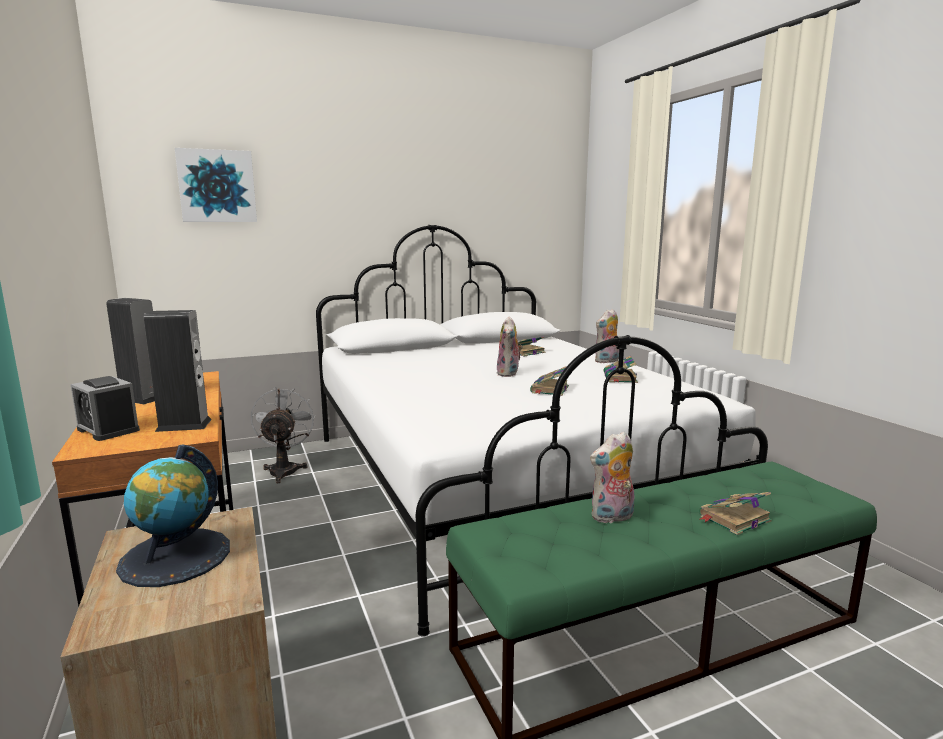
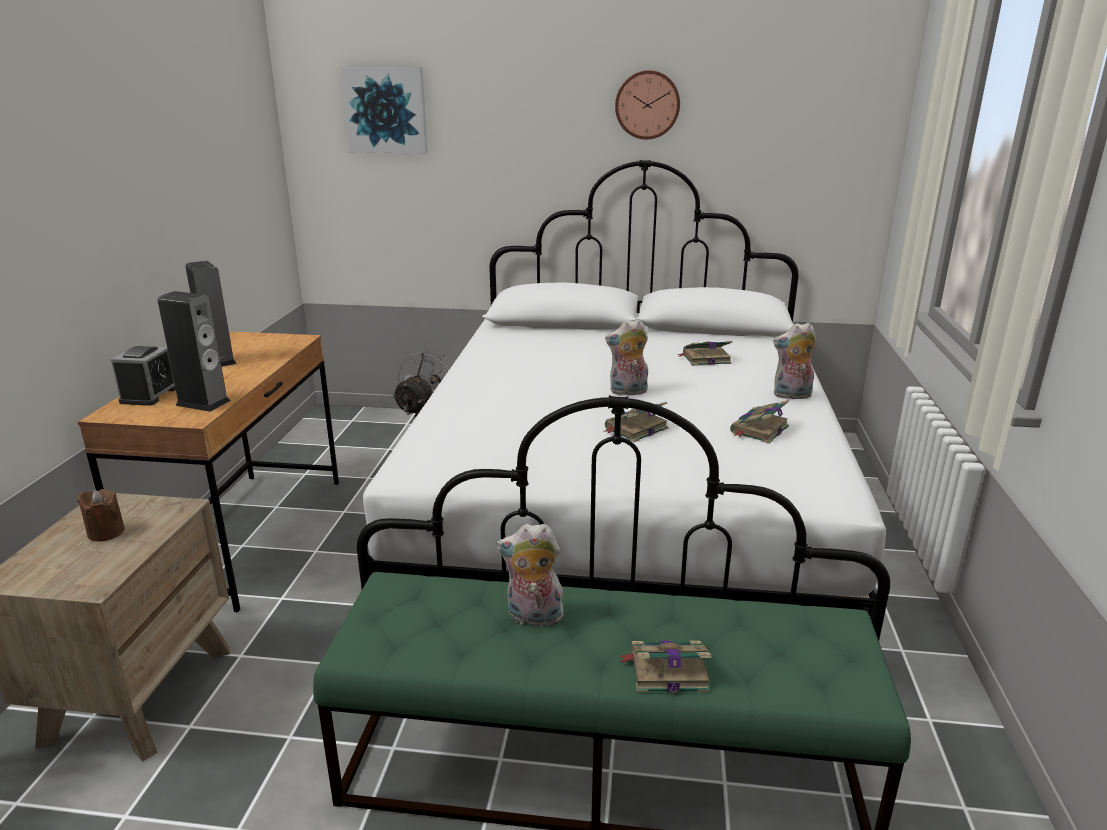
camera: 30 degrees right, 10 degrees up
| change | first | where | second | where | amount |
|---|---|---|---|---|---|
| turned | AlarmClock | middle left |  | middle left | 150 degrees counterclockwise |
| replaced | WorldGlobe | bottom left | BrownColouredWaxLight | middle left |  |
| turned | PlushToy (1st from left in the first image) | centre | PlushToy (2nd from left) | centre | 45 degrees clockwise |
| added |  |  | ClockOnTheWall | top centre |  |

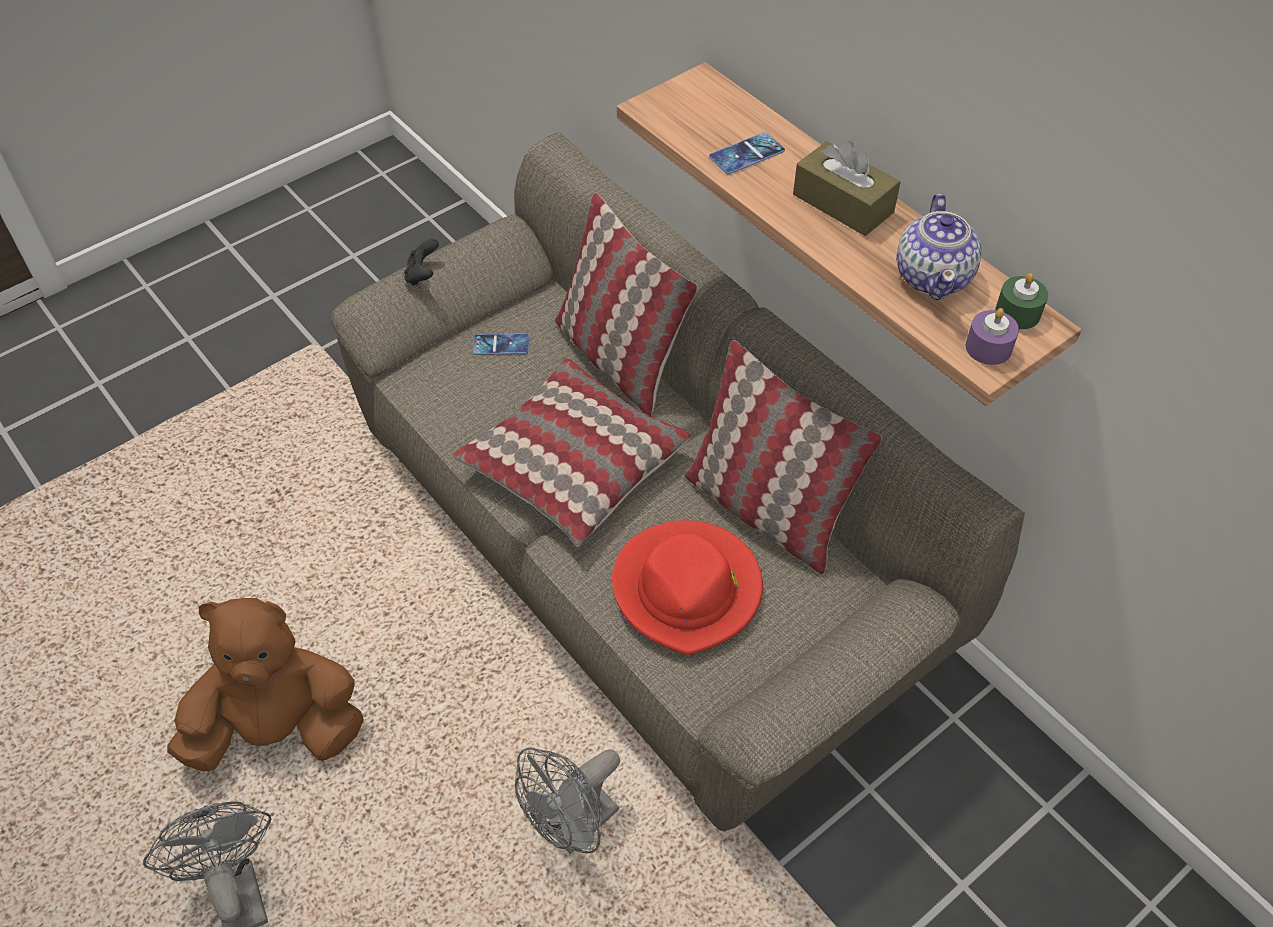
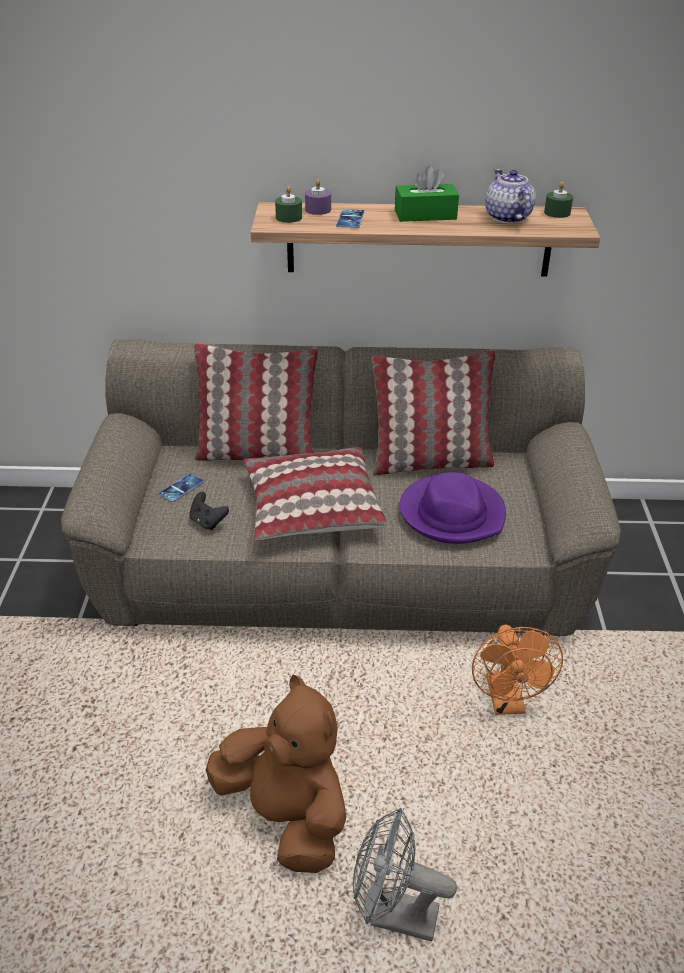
camera: 50 degrees left, 15 degrees down
| change | first | where | second | where | amount |
|---|---|---|---|---|---|
| turned | BrownColouredPlushToy | bottom left |  | bottom centre | 105 degrees clockwise |
| moved | BlackishJoypad | top left |  | middle left |  |
| recoloured | GreyCoolingFan (2nd from left) | bottom centre | OrangeCoolingFan | bottom right |  |
| recoloured | RedColouredWearableHat | centre | PurpleWearableHat | centre |  |
| recoloured | BrownColouredTissueHolder | top centre | GreenishTissueHolder | top centre |  |
| turned | Teapot | top right |  | top right | 150 degrees counterclockwise |
| moved | PurpleWaxLight | middle right |  | top centre |  |
| added |  |  | GreenishWaxLight (1st from left) | top centre |  |

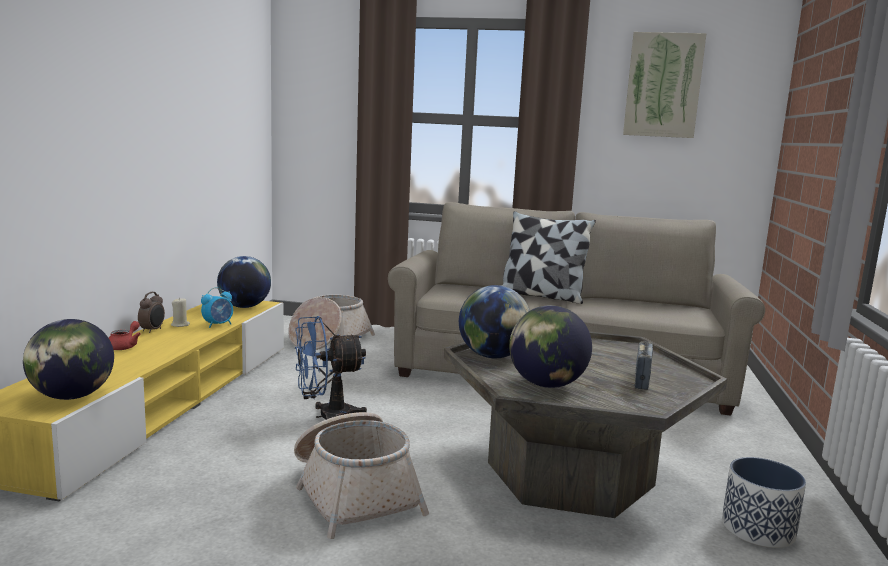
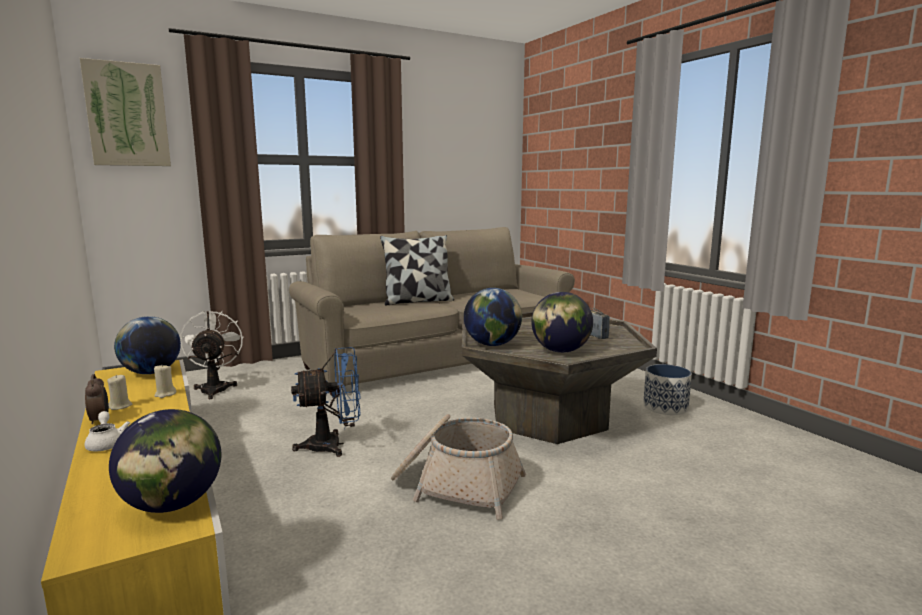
camera: 40 degrees left, 0 degrees up
| change | first | where | second | where | amount |
|---|---|---|---|---|---|
| recoloured | RedColouredTeapot | middle left | WhiteColouredTeapot | bottom left |  |
| replaced | AlarmClock (2nd from left) | middle left | BeigeColouredWaxLight (2nd from left) | middle left |  |
| replaced | Basket (1st from left) | centre | WhiteColouredCoolingFan | middle left |  |
| turned | BlueCoolingFan | centre |  | centre | 135 degrees counterclockwise |
| moved | WallPicture | top right |  | top left |  |

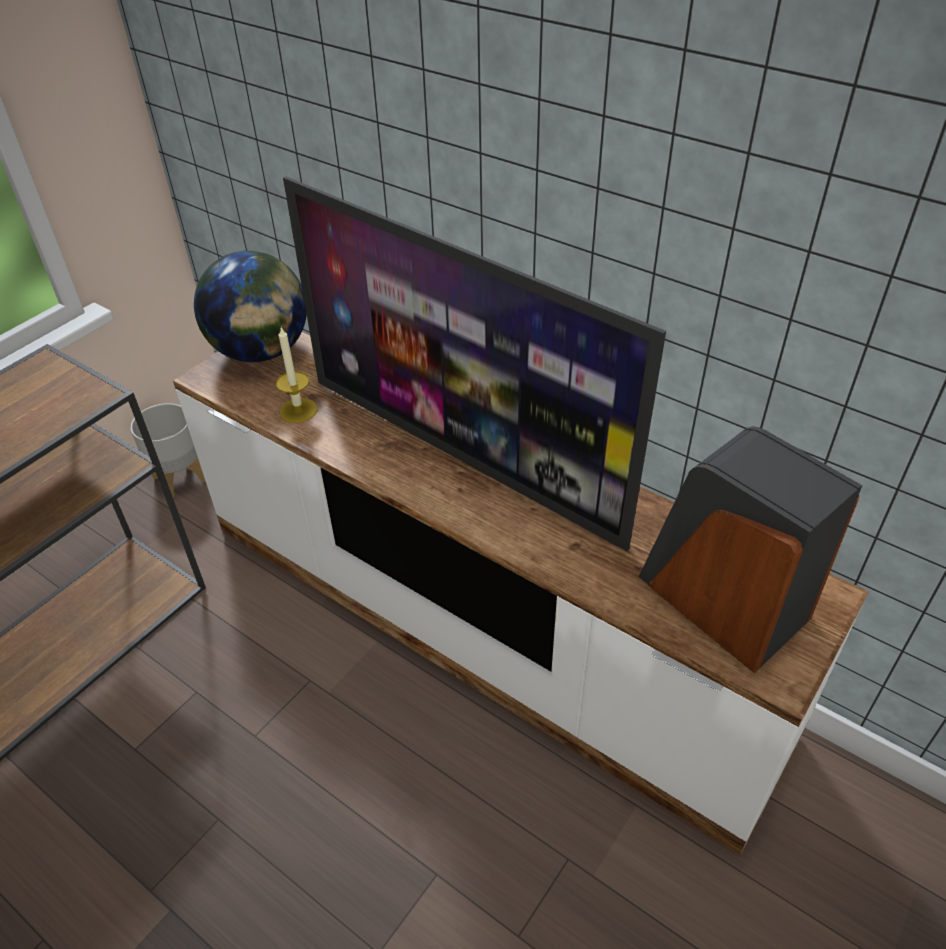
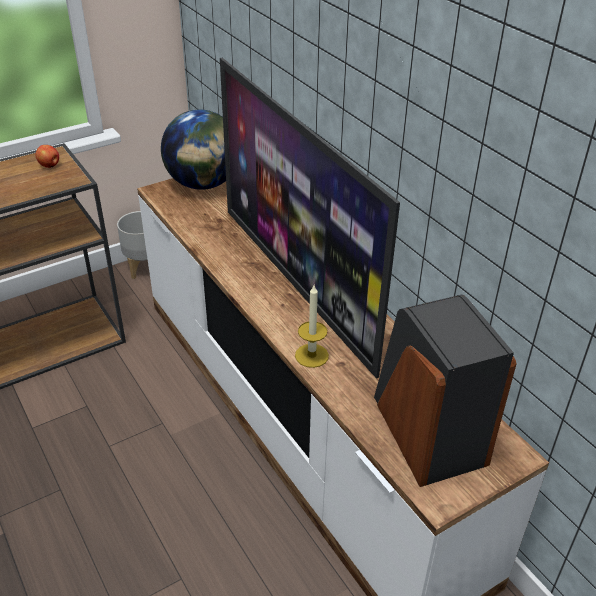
camera: 20 degrees right, 5 degrees down
| change | first | where | second | where | amount |
|---|---|---|---|---|---|
| moved | WaxLight | middle left |  | centre |  |
| added |  |  | AppleFruit | top left |  |

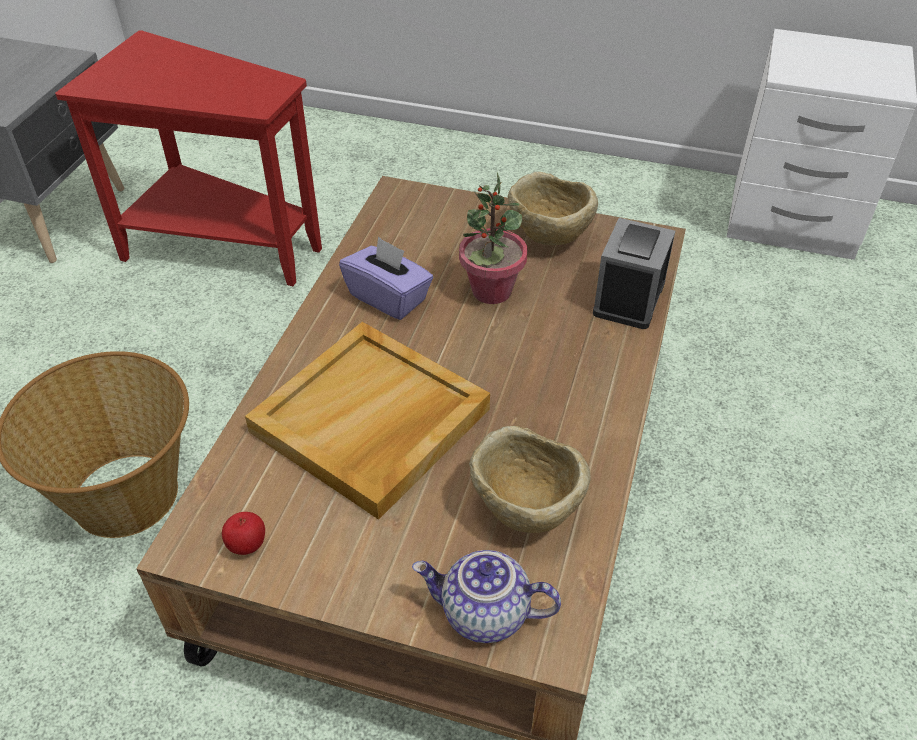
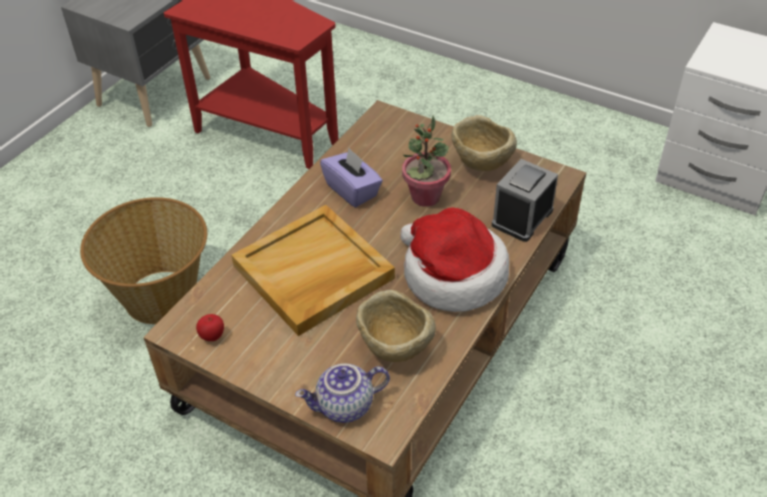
camera: 15 degrees right, 0 degrees up
| change | first | where | second | where | amount |
|---|---|---|---|---|---|
| turned | Teapot | bottom centre |  | bottom centre | 45 degrees counterclockwise |
| added |  |  | WearableHat | centre |  |

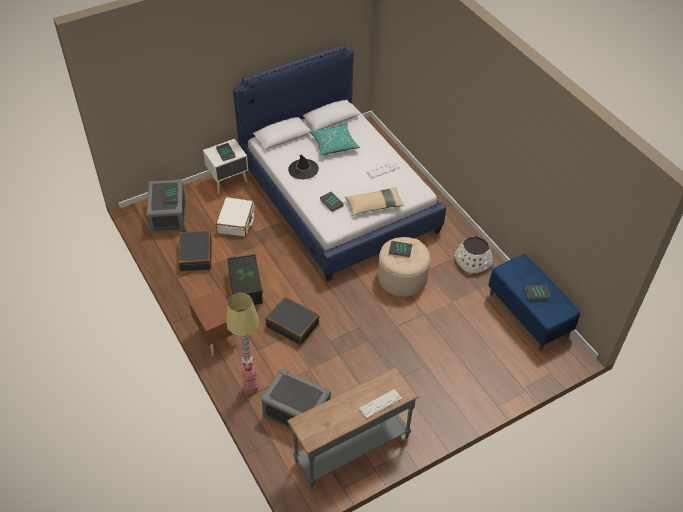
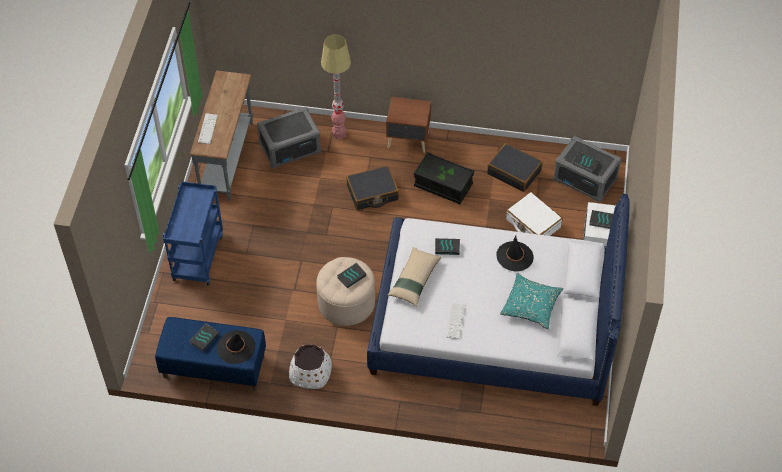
camera: 130 degrees right, 5 degrees up
| change | first | where | second | where | amount |
|---|---|---|---|---|---|
| added |  |  | BlueCart | middle left |  |
| added |  |  | BlackishWearableHat (1st from left) | bottom left |  |

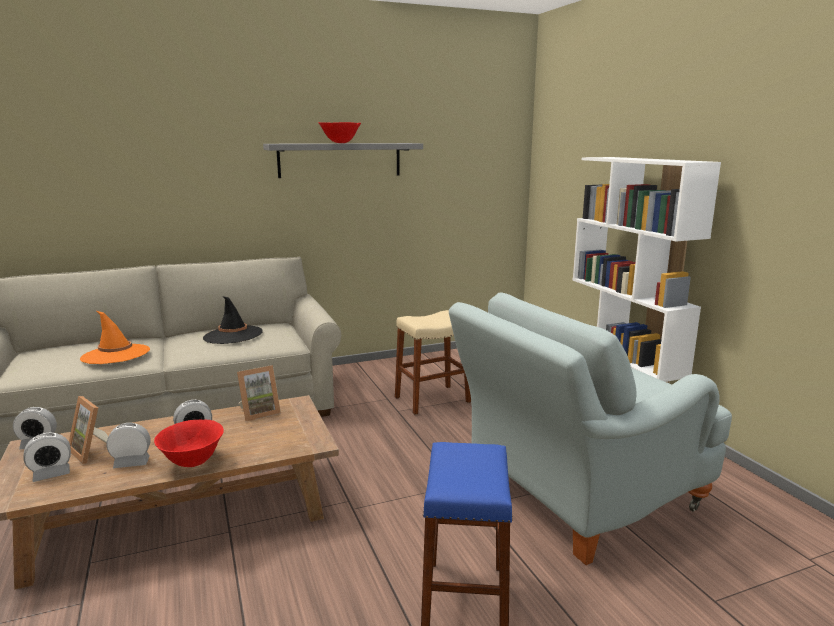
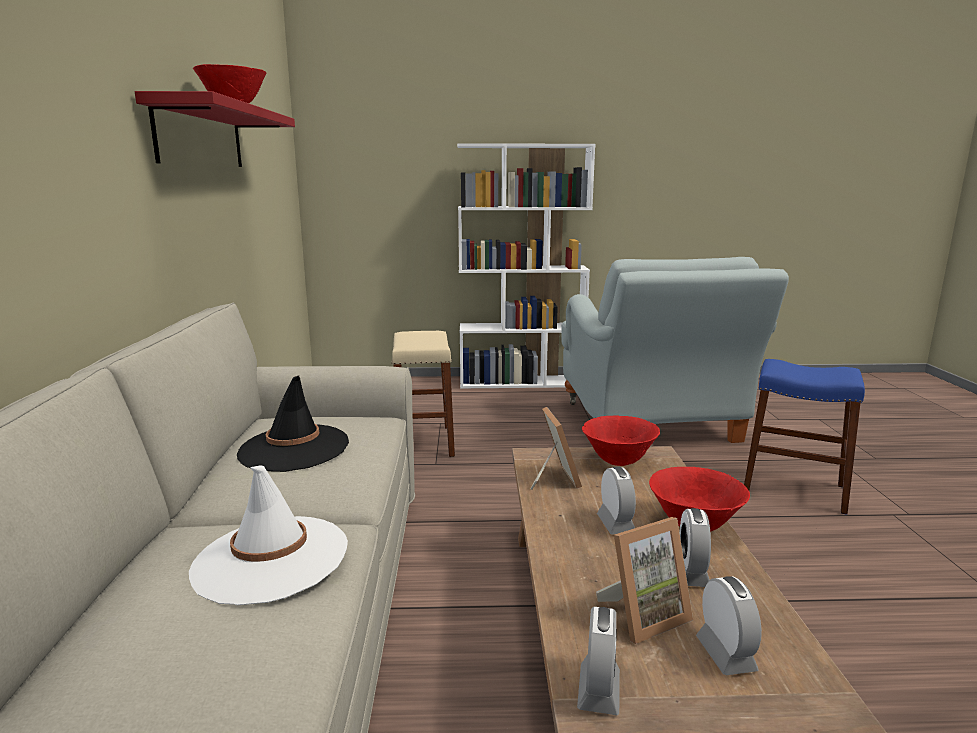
camera: 70 degrees left, 0 degrees up
| change | first | where | second | where | amount |
|---|---|---|---|---|---|
| recoloured | OrangeWearableHat | middle left | WhiteColouredWearableHat | bottom left |  |
| recoloured | GreyWallShelf | top centre | RedColouredWallShelf | top left |  |
| added |  |  | RedColouredBowl (2nd from left) | centre |  |

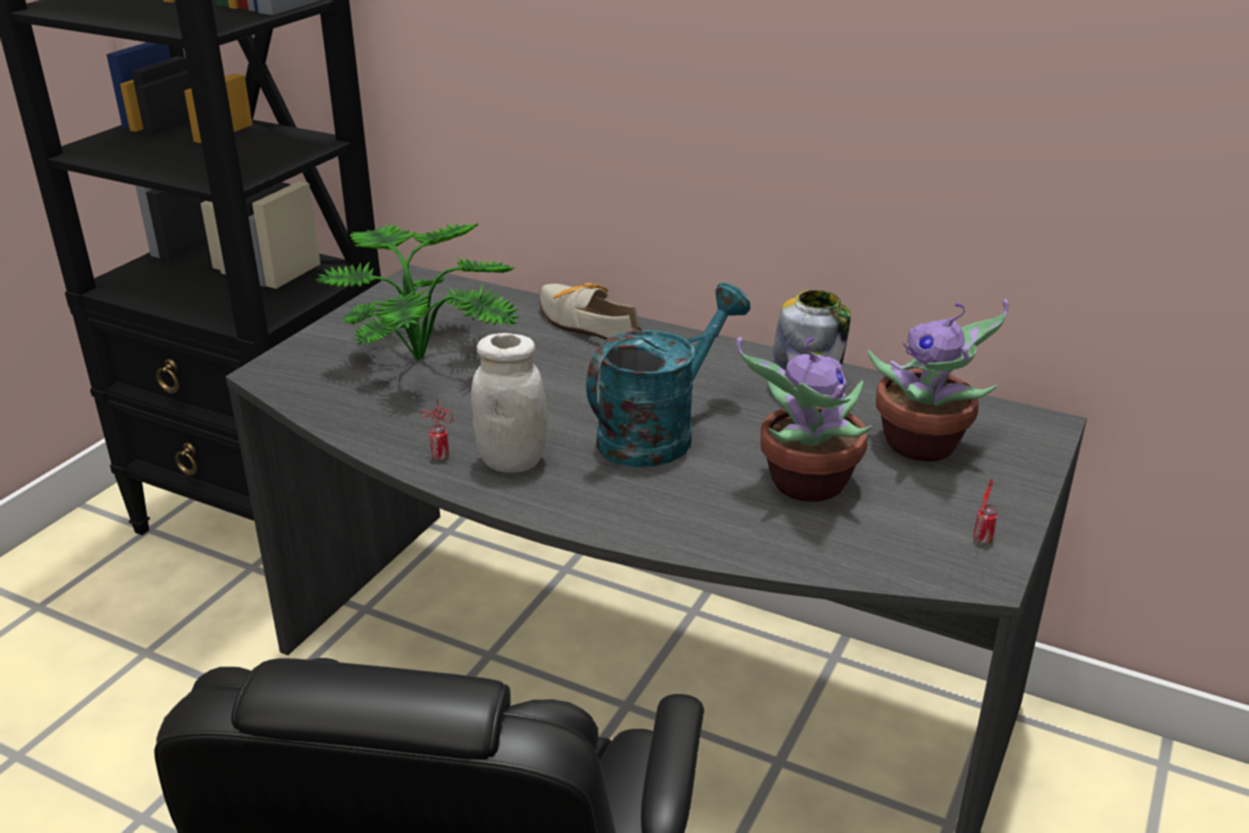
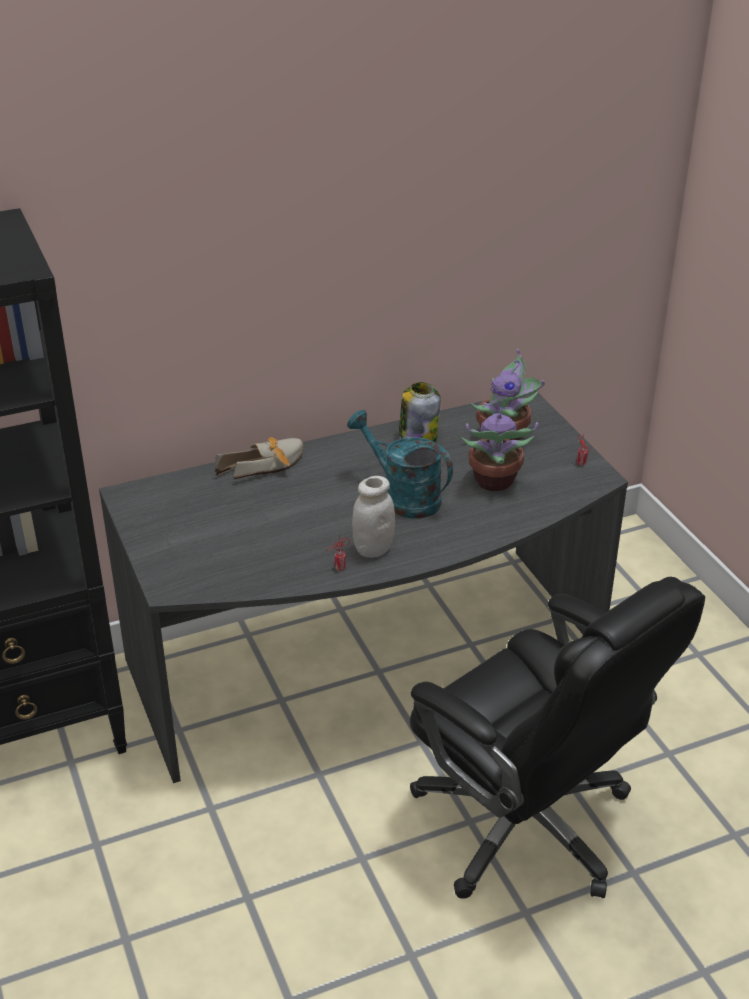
camera: 50 degrees left, 5 degrees up
| change | first | where | second | where | amount |
|---|---|---|---|---|---|
| removed | PlantInAPot (1st from left) | centre |  |  |  |
| turned | Shoe | centre |  | centre | 150 degrees clockwise |
| turned | TurquoiseColouredWateringCan | centre |  | centre | 45 degrees counterclockwise |

